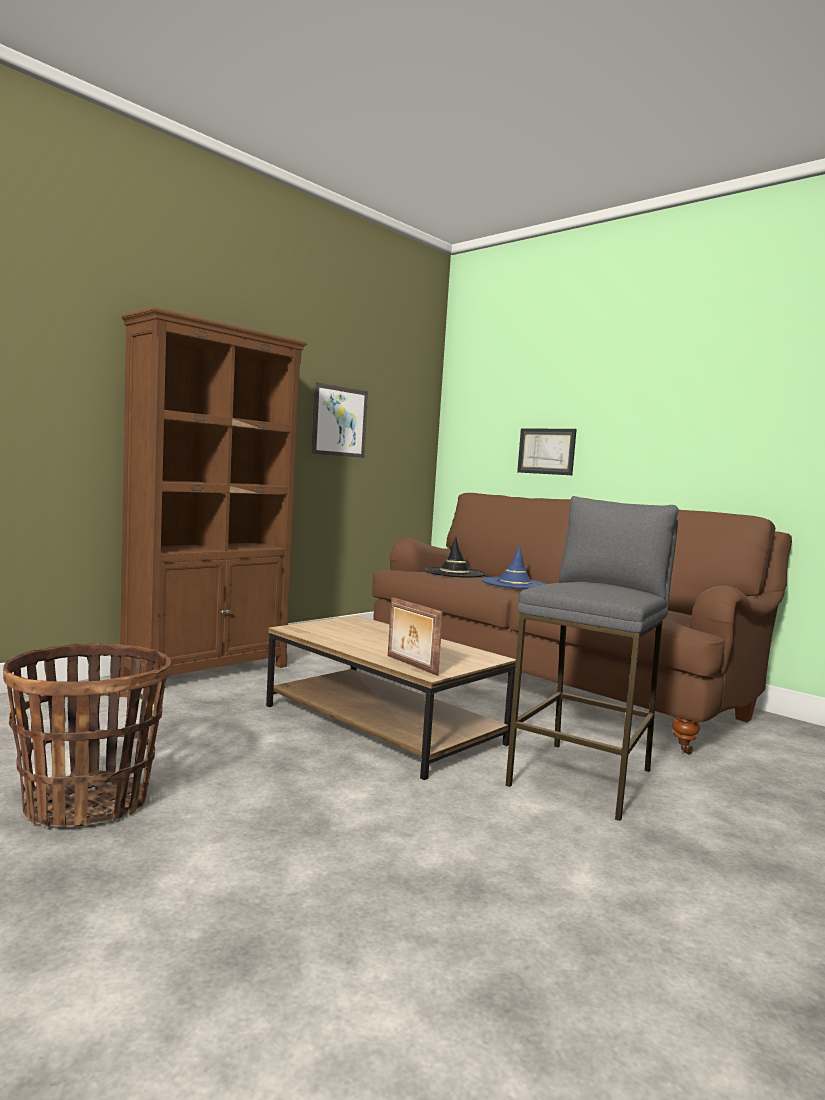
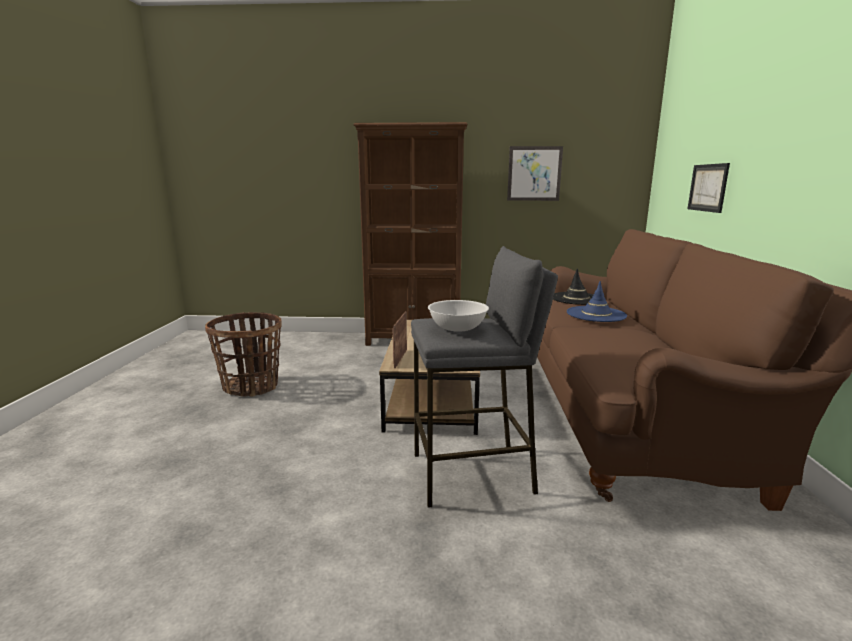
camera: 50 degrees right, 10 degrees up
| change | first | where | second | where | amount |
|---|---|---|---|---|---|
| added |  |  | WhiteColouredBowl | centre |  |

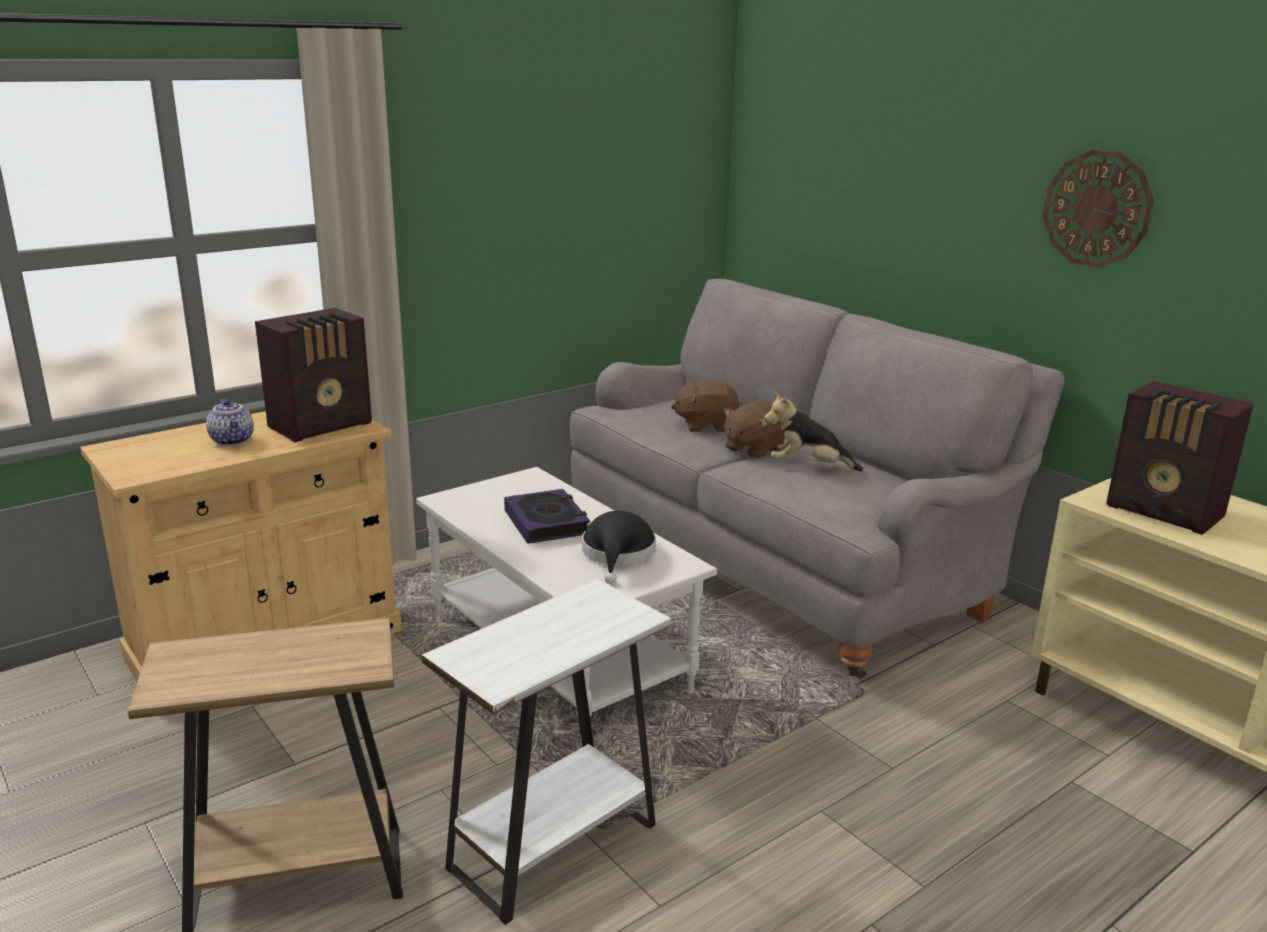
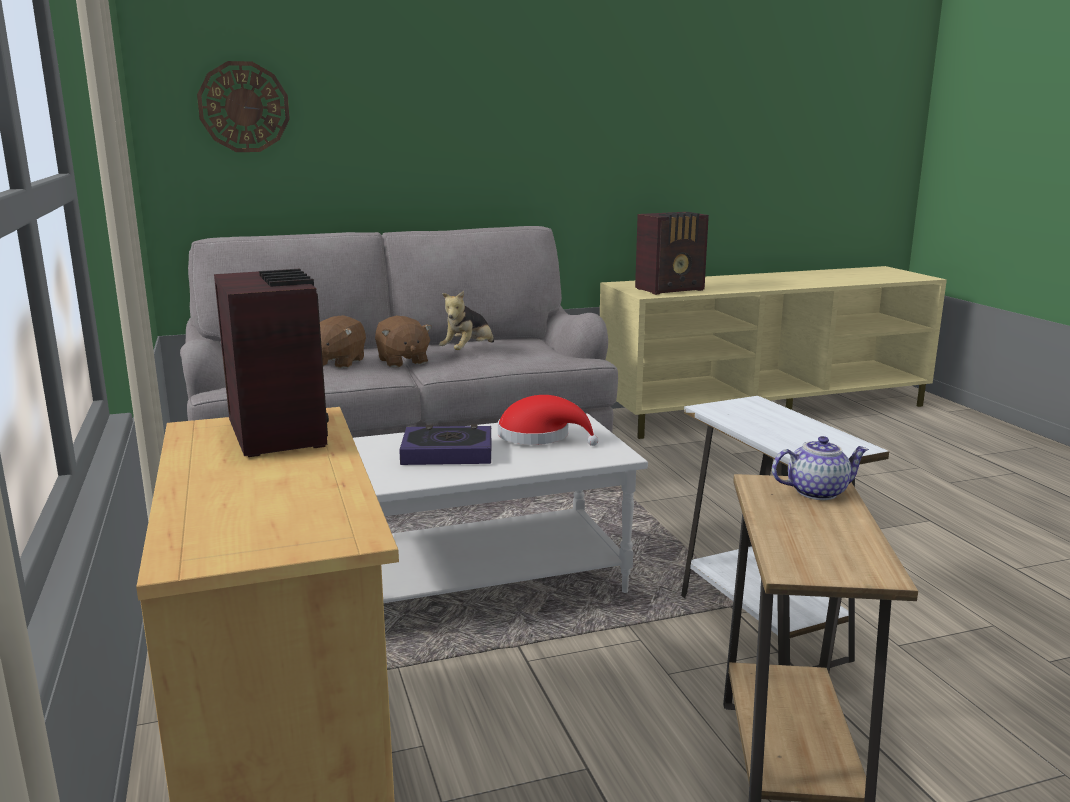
camera: 70 degrees left, 5 degrees down
| change | first | where | second | where | amount |
|---|---|---|---|---|---|
| moved | Teapot | middle left |  | middle right |  |
| recoloured | BlackishWearableHat | centre | RedColouredWearableHat | centre |  |
| moved | ClockOnTheWall | top right |  | top left |  |

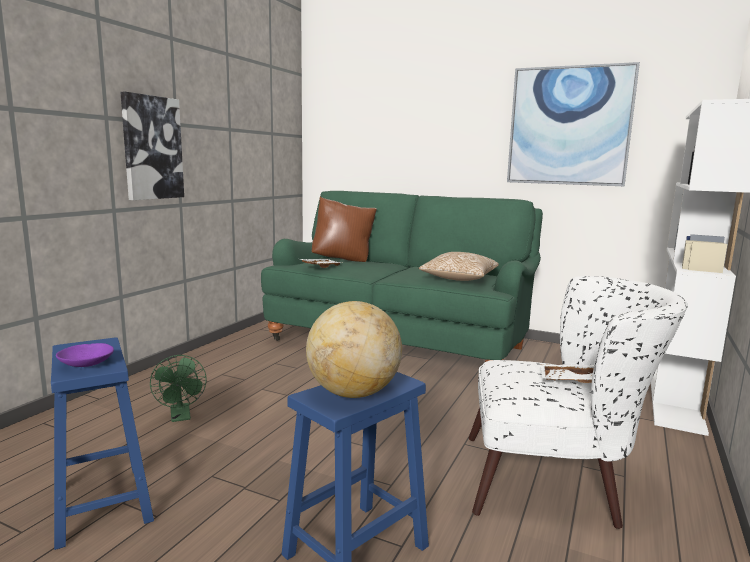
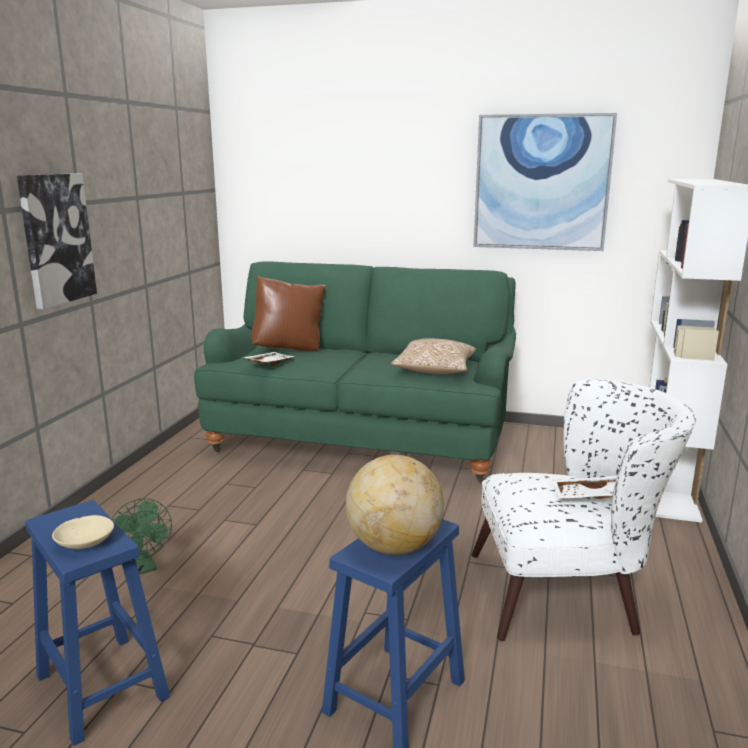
camera: 10 degrees left, 5 degrees up
| change | first | where | second | where | amount |
|---|---|---|---|---|---|
| recoloured | PurpleBowl | middle left | BeigeColouredBowl | bottom left |  |

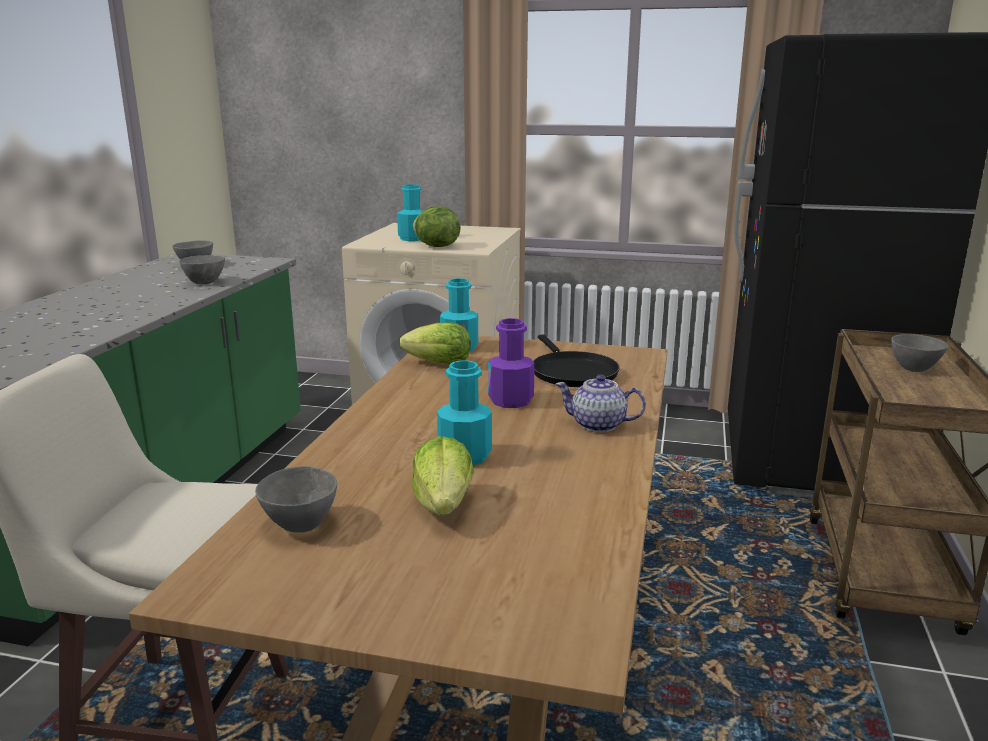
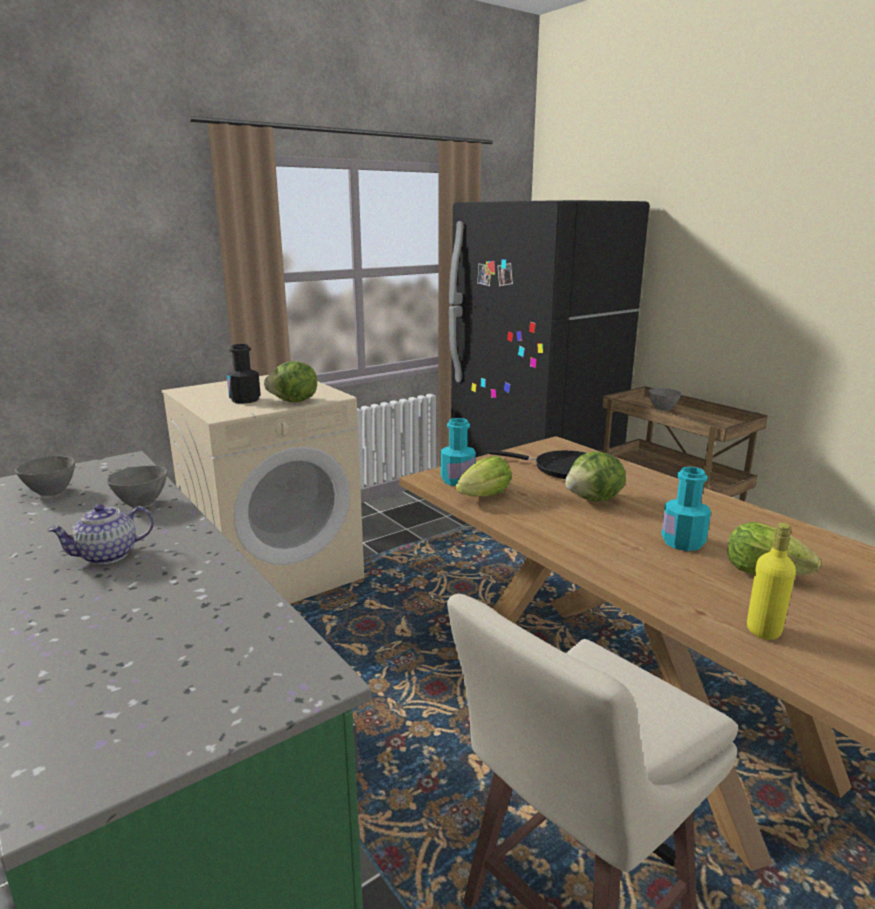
camera: 50 degrees left, 0 degrees up
| change | first | where | second | where | amount |
|---|---|---|---|---|---|
| replaced | GreyBowl (3rd from left) | bottom left | YellowColouredBeverageBottle | middle right |  |
| recoloured | TurquoiseColouredBeverageBottle (1st from left) | top centre | BlackishBeverageBottle | middle left |  |
| replaced | PurpleBeverageBottle | centre | LettuceHead (3rd from left) | middle right |  |
| moved | Teapot | centre |  | middle left |  |

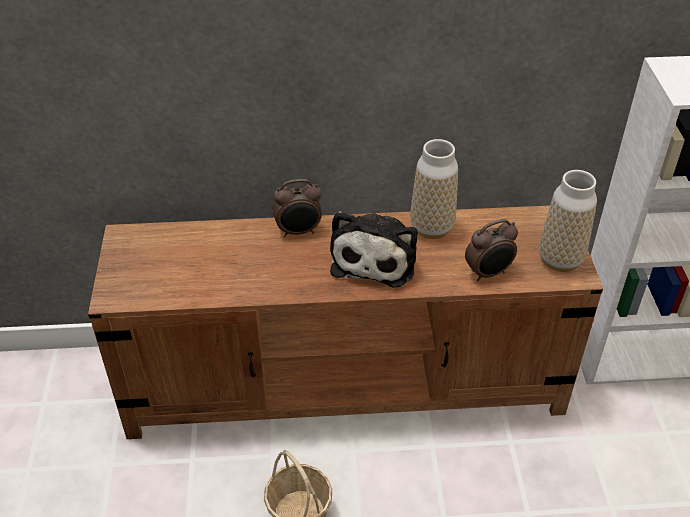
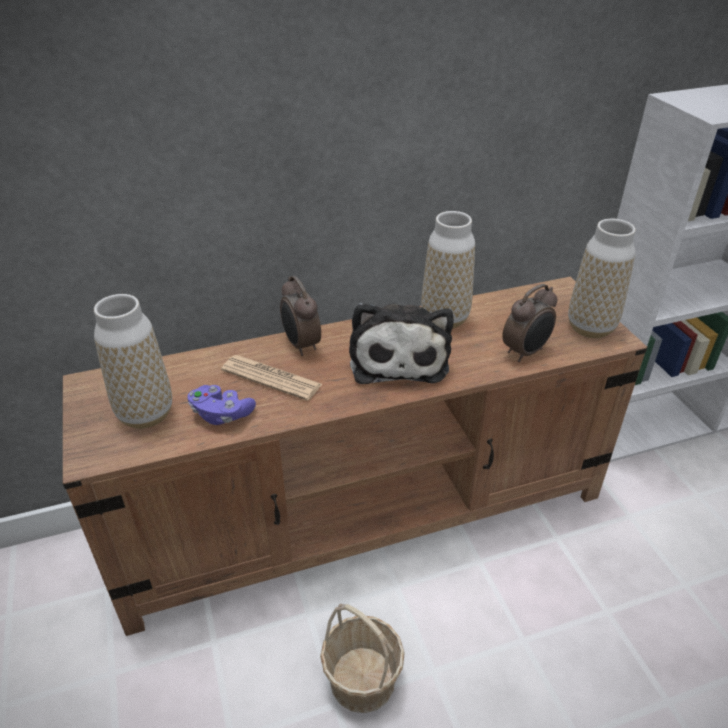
camera: 15 degrees left, 5 degrees down
| change | first | where | second | where | amount |
|---|---|---|---|---|---|
| turned | AlarmClock (1st from left) | centre |  | centre | 90 degrees clockwise |
| added |  |  | Vase (1st from left) | middle left |  |
| added |  |  | PurpleJoypad | middle left |  |
| added |  |  | DailyPaper | centre |  |

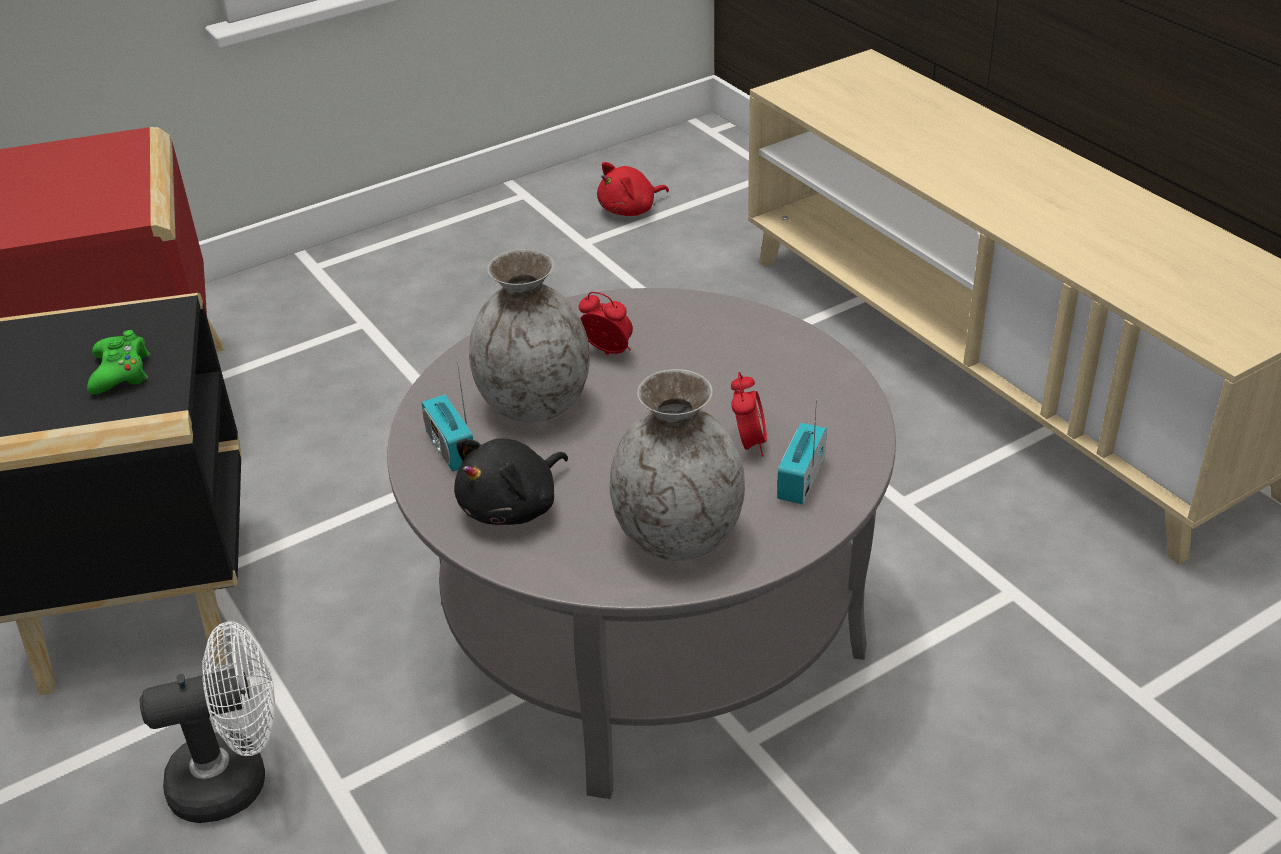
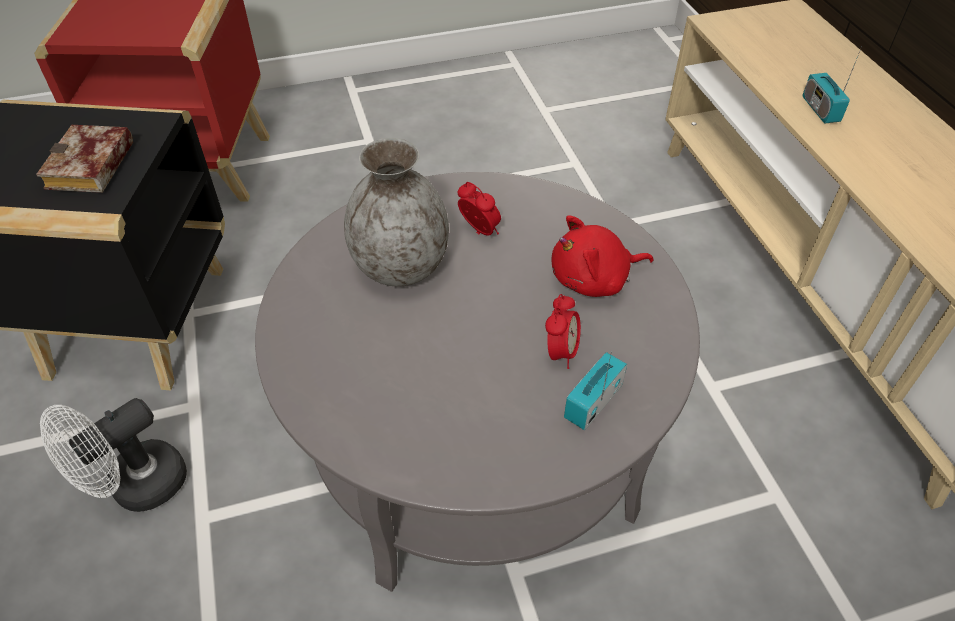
camera: 15 degrees right, 10 degrees up
| change | first | where | second | where | amount |
|---|---|---|---|---|---|
| replaced | GreenishJoypad | middle left | Volume | top left |  |
| turned | WhiteColouredCoolingFan | bottom left |  | bottom left | 135 degrees clockwise |
| moved | Radio (1st from left in the first image) | centre | Radio (2nd from left) | top right |  |
| removed | BlackishPlushToy | centre |  |  |  |
| moved | RedColouredPlushToy | top centre |  | centre |  |
| removed | GreyVase (2nd from left) | centre |  |  |  |

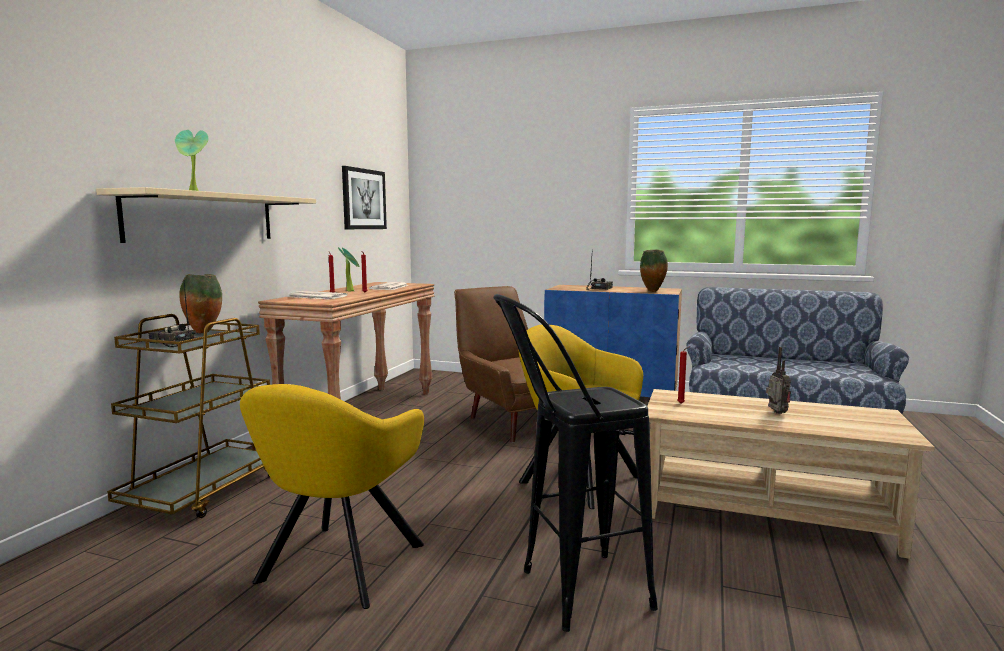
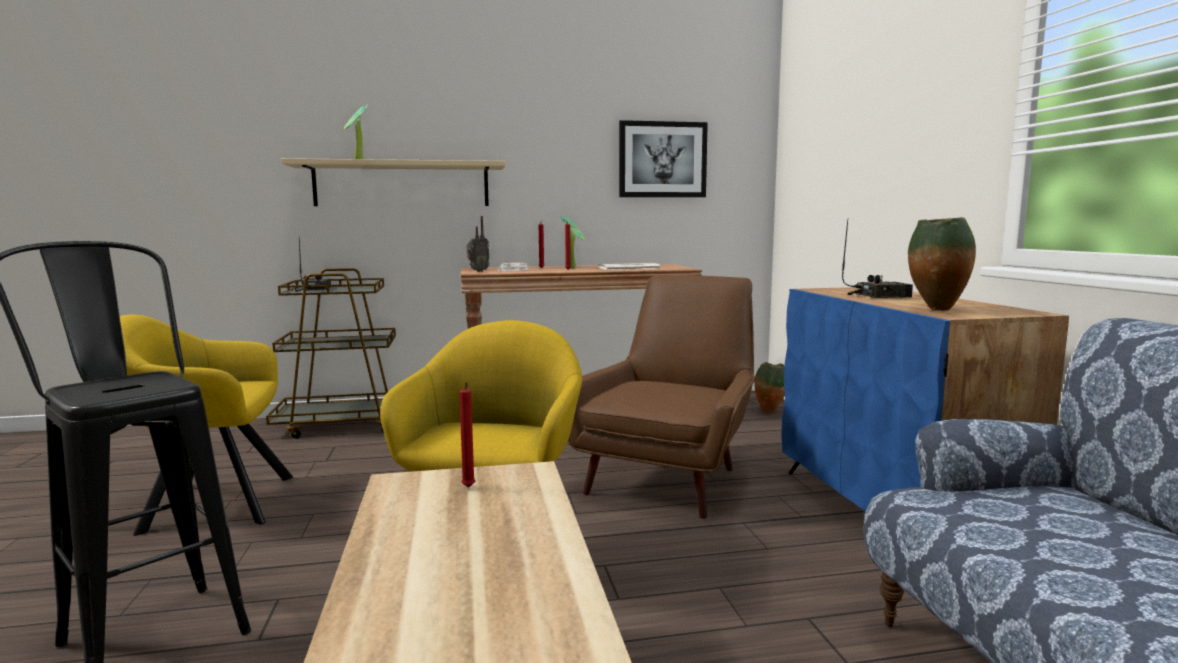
camera: 60 degrees right, 0 degrees up
| change | first | where | second | where | amount |
|---|---|---|---|---|---|
| moved | Vase (1st from left) | middle left |  | centre |  |
| moved | Radio (3rd from left in the first image) | middle right | Radio (2nd from left) | centre |  |

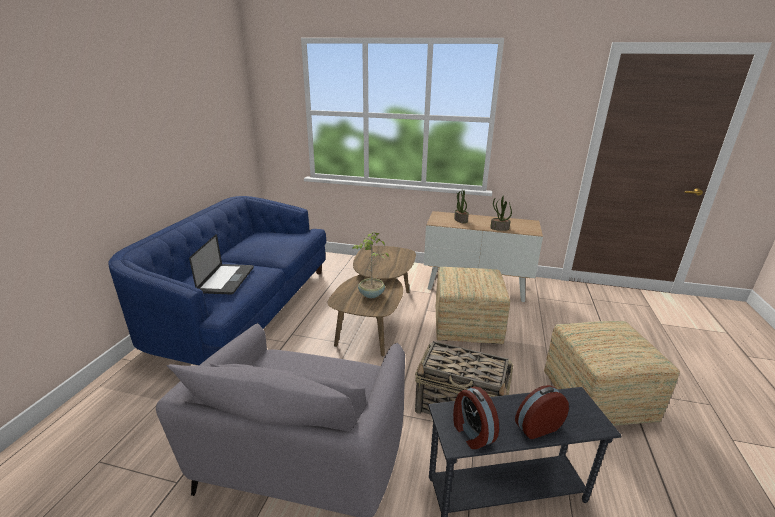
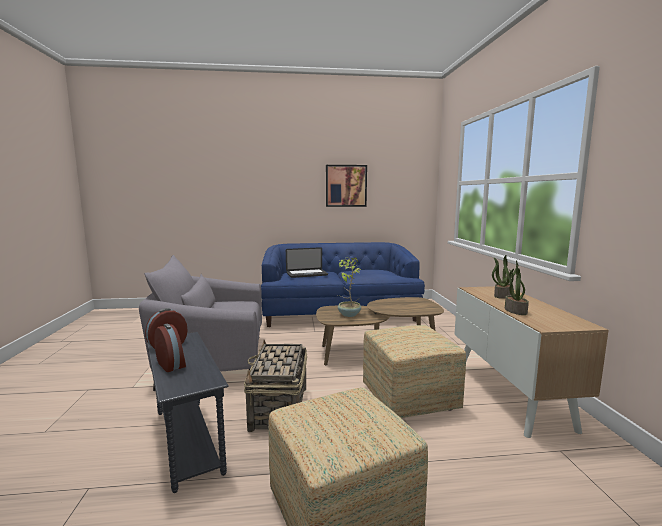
camera: 70 degrees right, 15 degrees down
| change | first | where | second | where | amount |
|---|---|---|---|---|---|
| added |  |  | WallPicture | centre |  |

